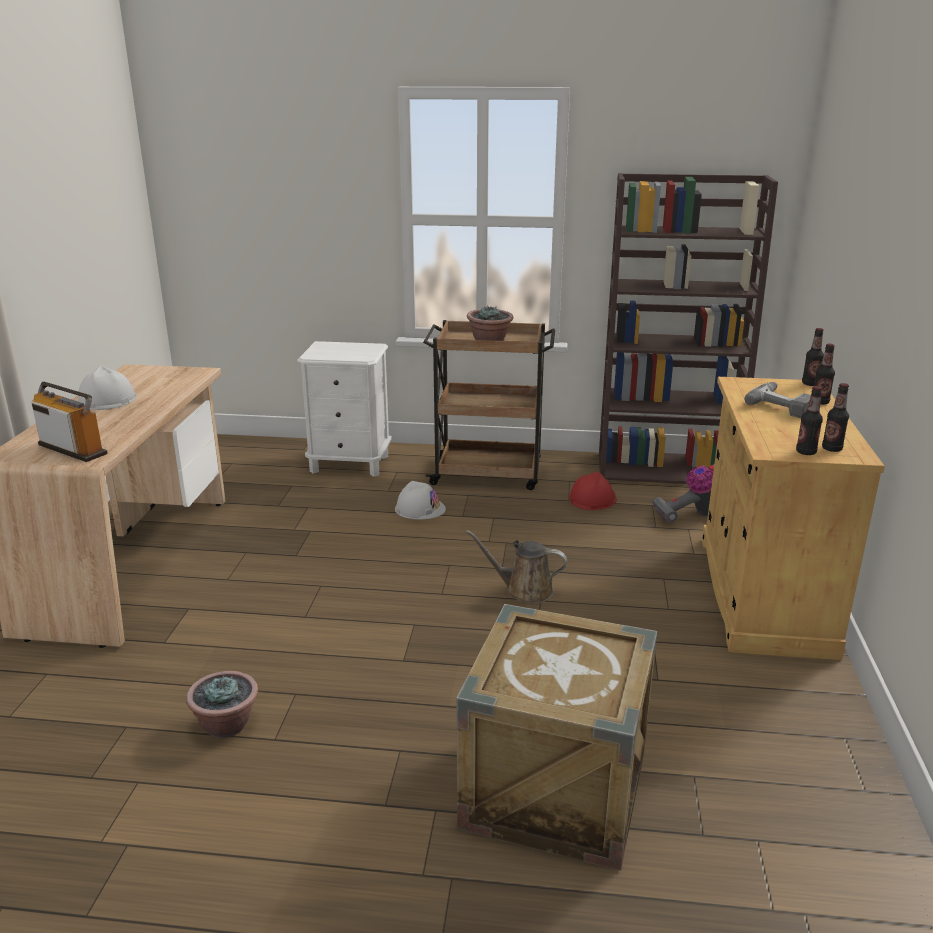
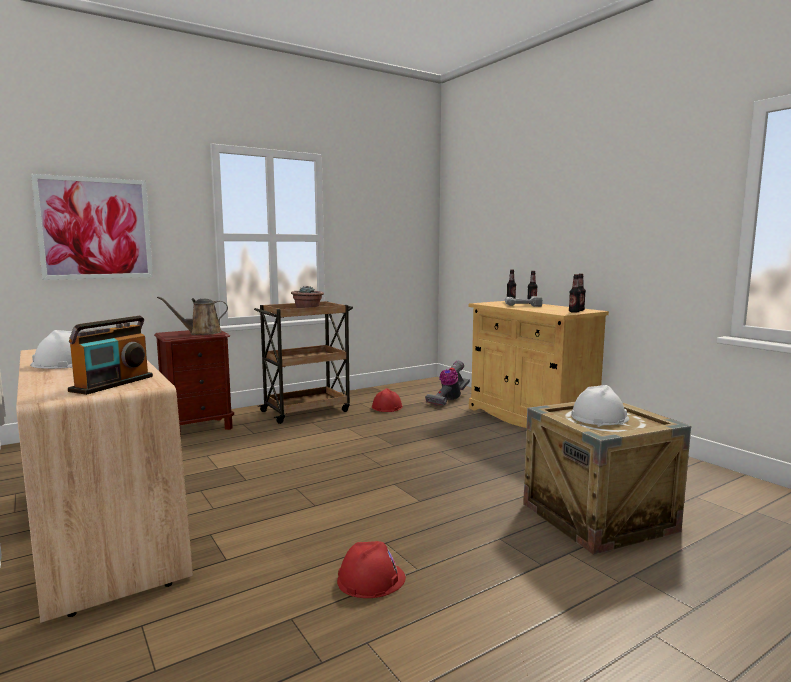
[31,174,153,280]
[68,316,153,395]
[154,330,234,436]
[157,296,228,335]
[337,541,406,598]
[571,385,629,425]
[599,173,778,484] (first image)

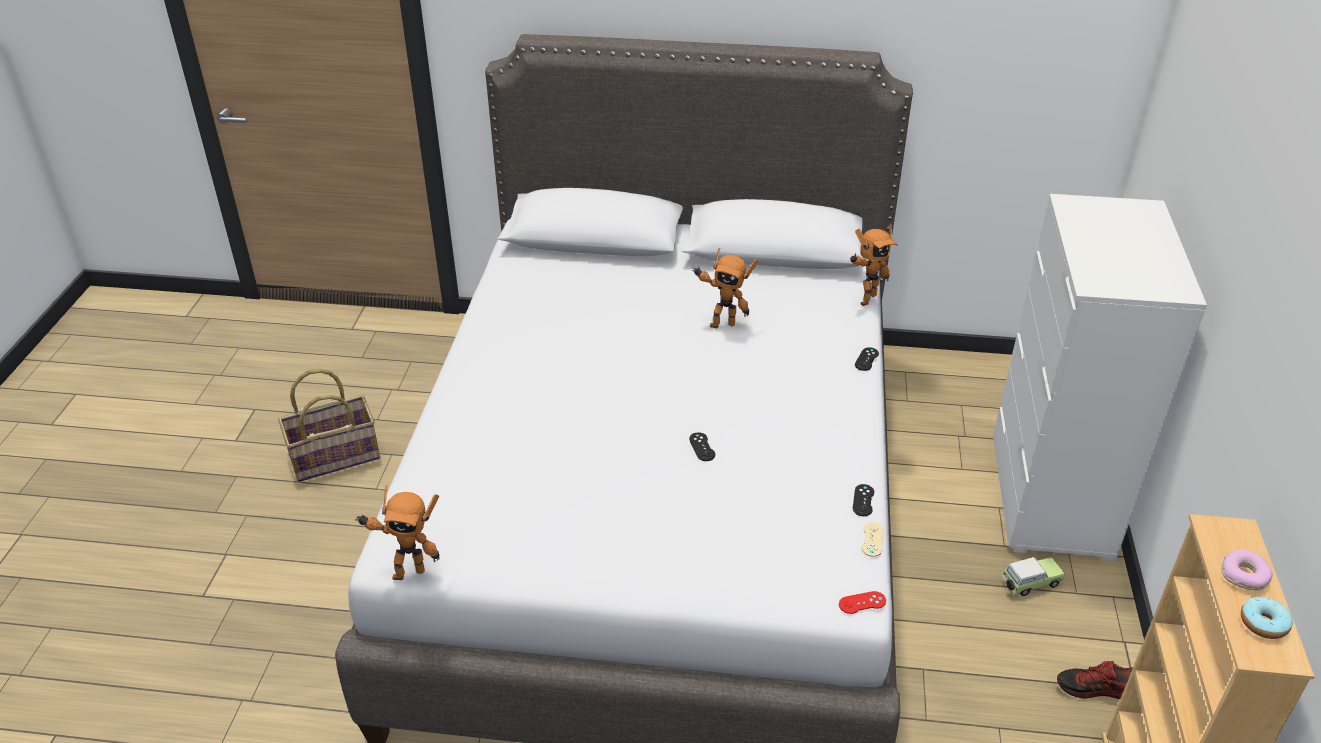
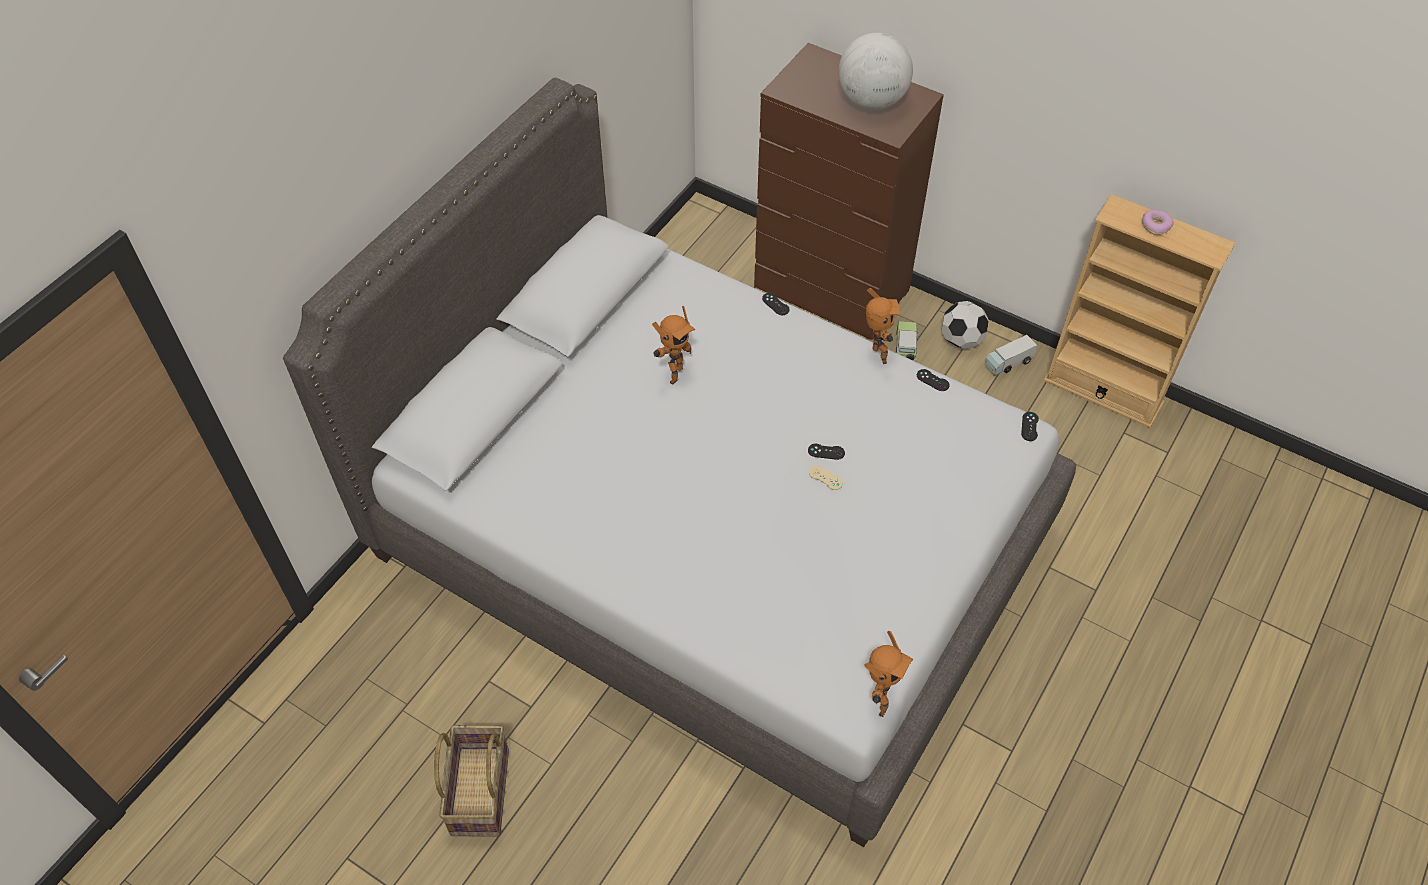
[754,43,944,340]
[809,465,843,490]
[838,33,913,110]
[866,288,900,364]
[941,301,989,349]
[984,335,1037,376]
[1021,412,1039,441]
[1241,597,1293,639] (first image)

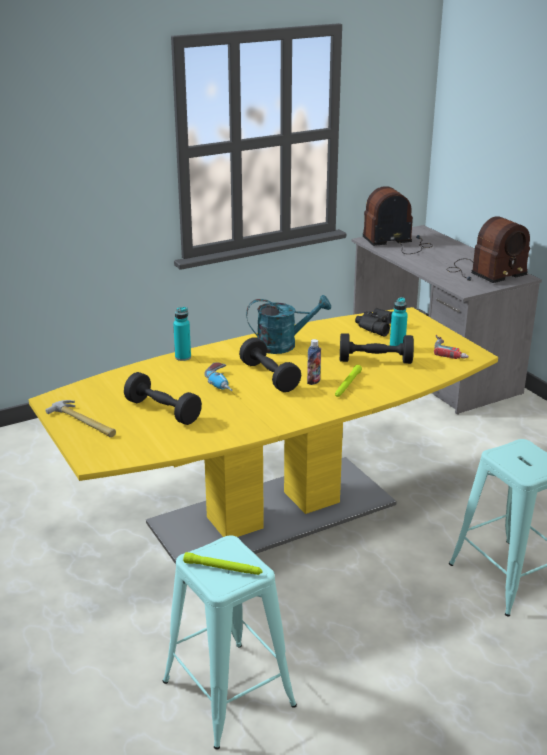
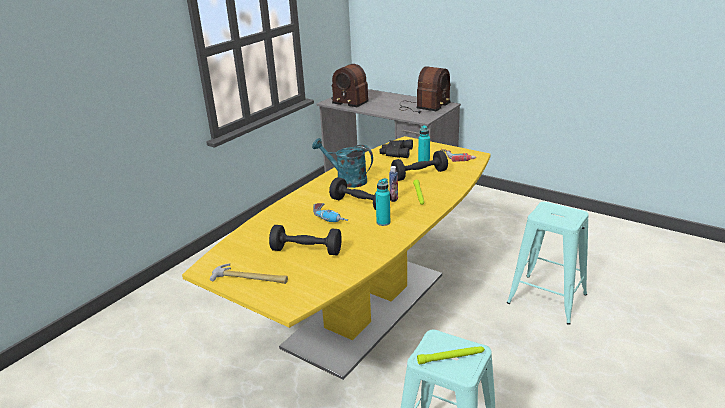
[312,138,373,188]
[331,64,369,107]
[376,178,390,226]

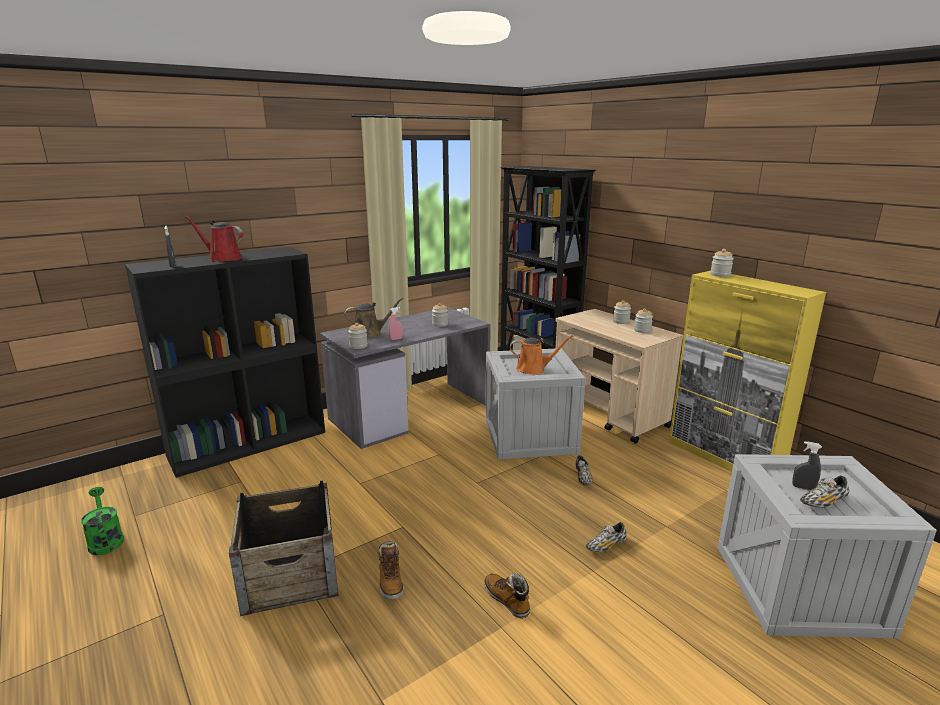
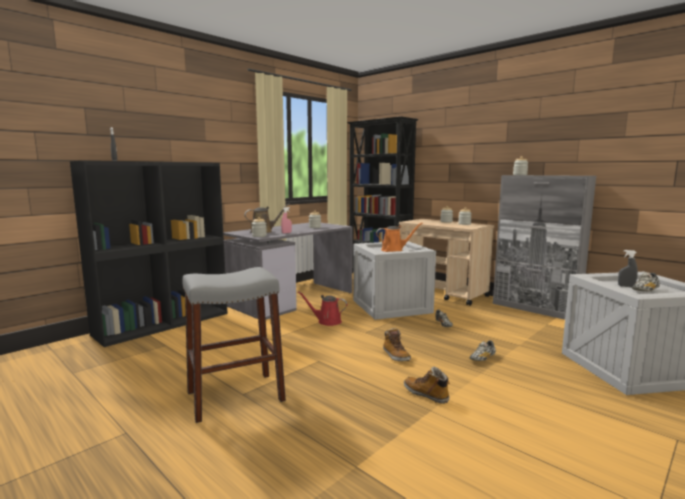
[182,267,286,423]
[298,291,347,326]
[383,328,411,361]
[493,175,596,320]
[81,487,124,555] (first image)

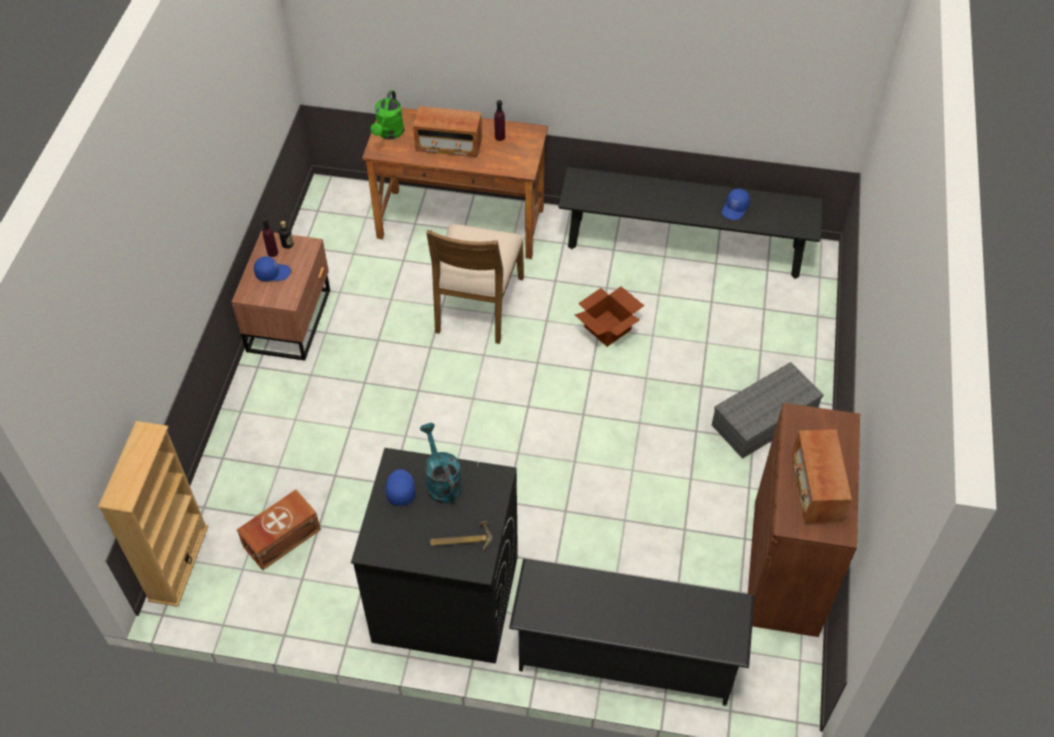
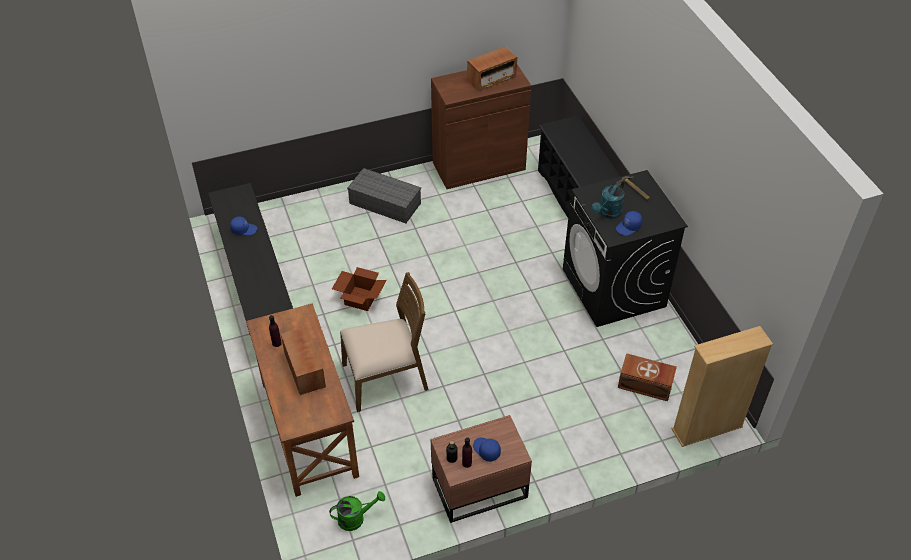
[329,491,385,531]

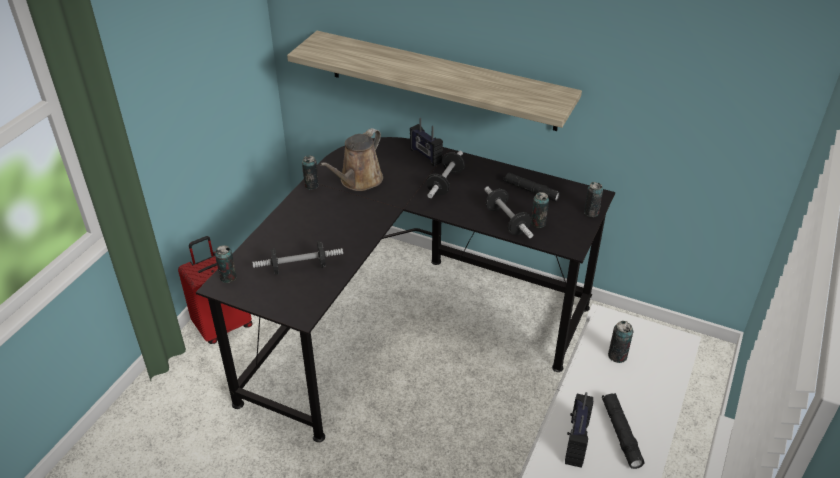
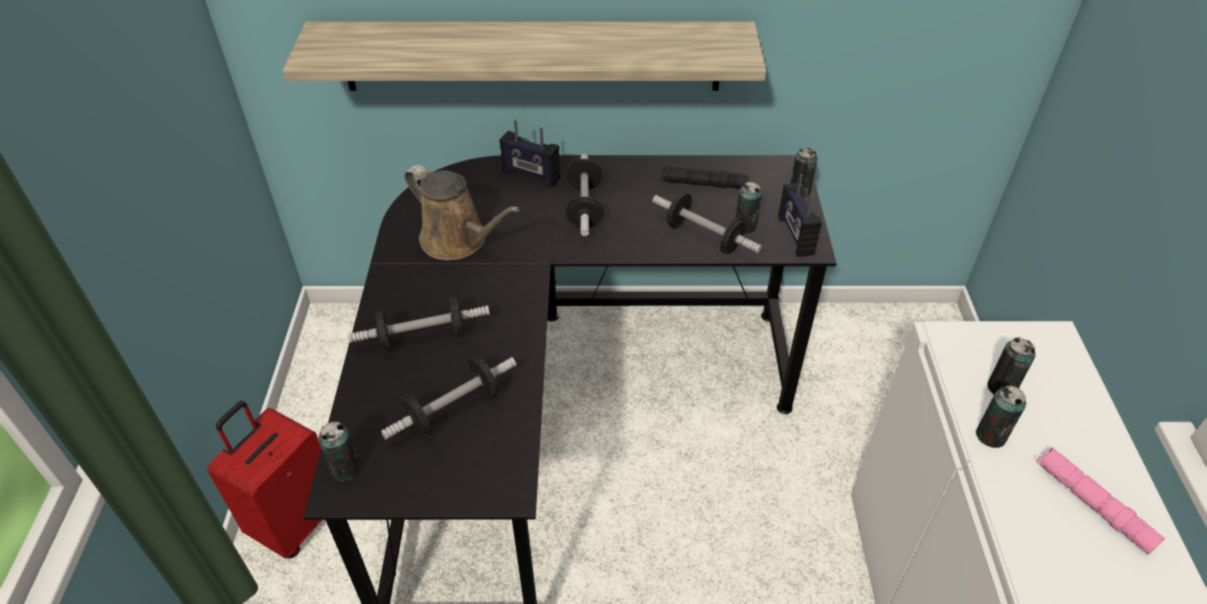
[348,296,490,352]
[404,165,520,260]
[778,174,822,257]
[976,385,1026,448]
[1036,447,1165,555]

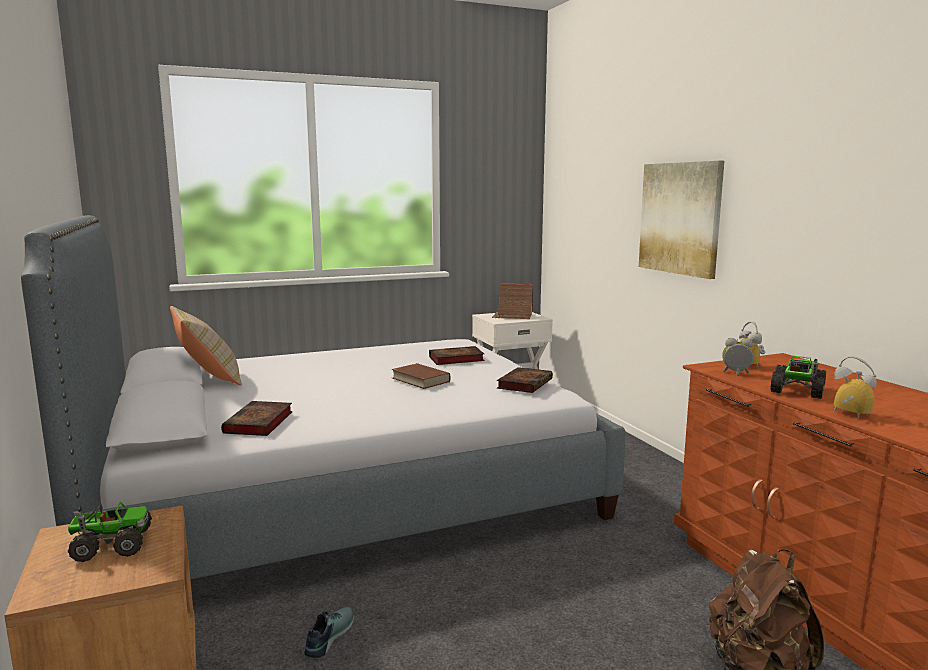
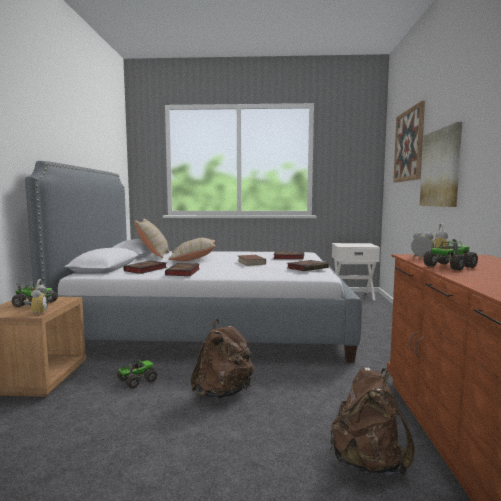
[24,279,48,315]
[117,359,158,389]
[165,263,200,276]
[168,238,216,262]
[190,319,255,399]
[393,101,425,183]
[492,283,533,319] (first image)

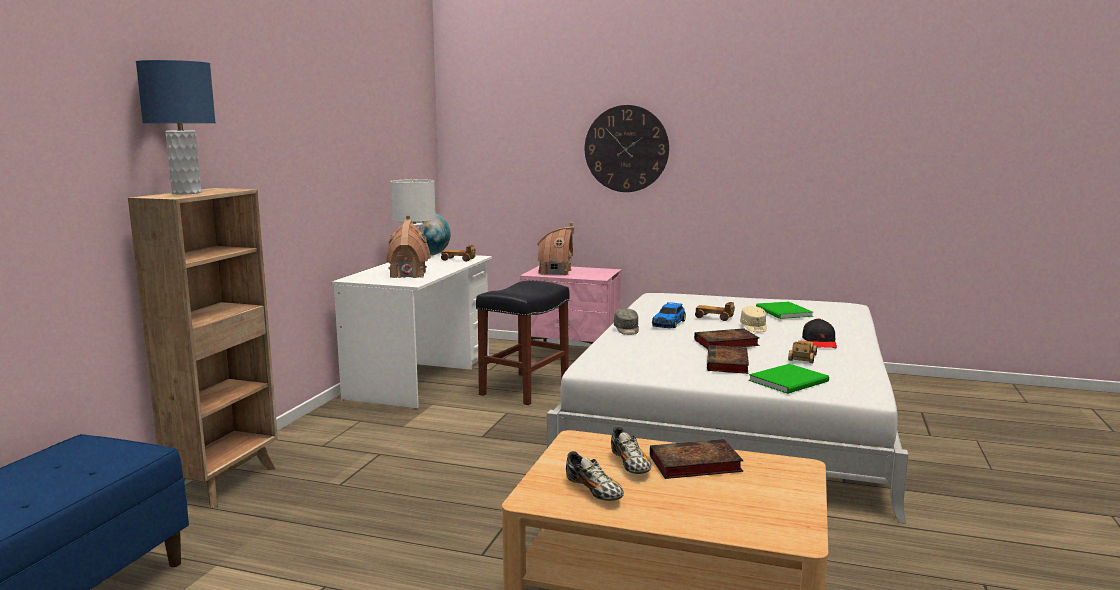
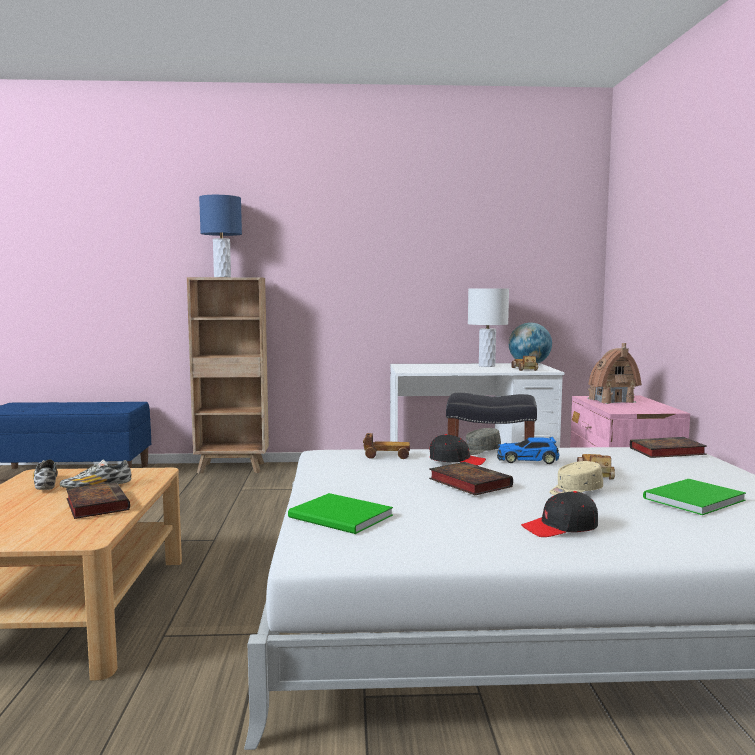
[33,459,58,490]
[363,433,410,459]
[429,434,486,465]
[630,437,707,458]
[386,215,431,278] (first image)
[585,105,669,192] (first image)

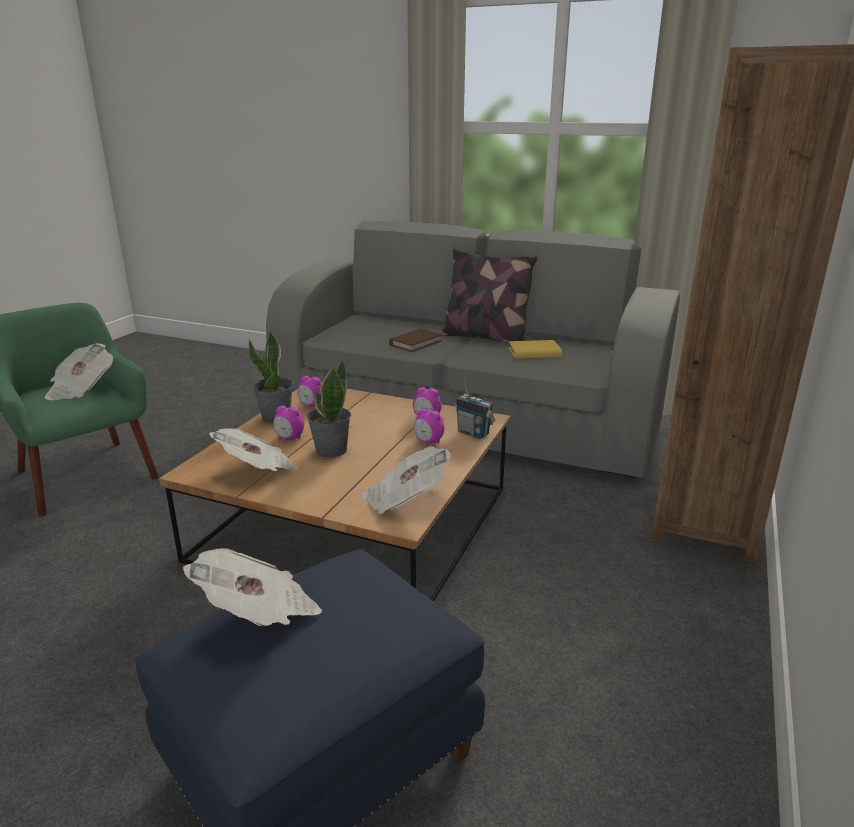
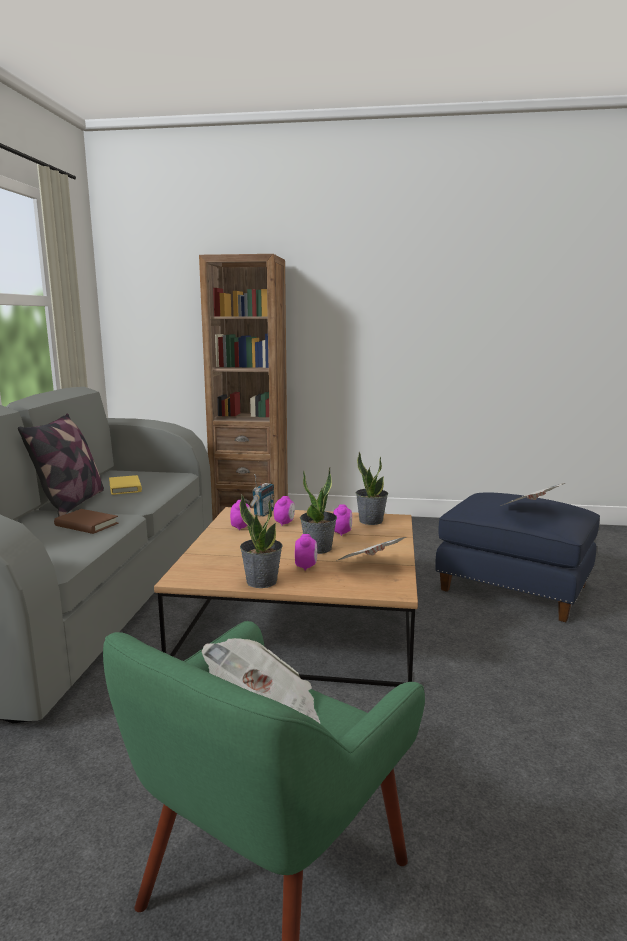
[333,504,352,536]
[356,452,388,525]

